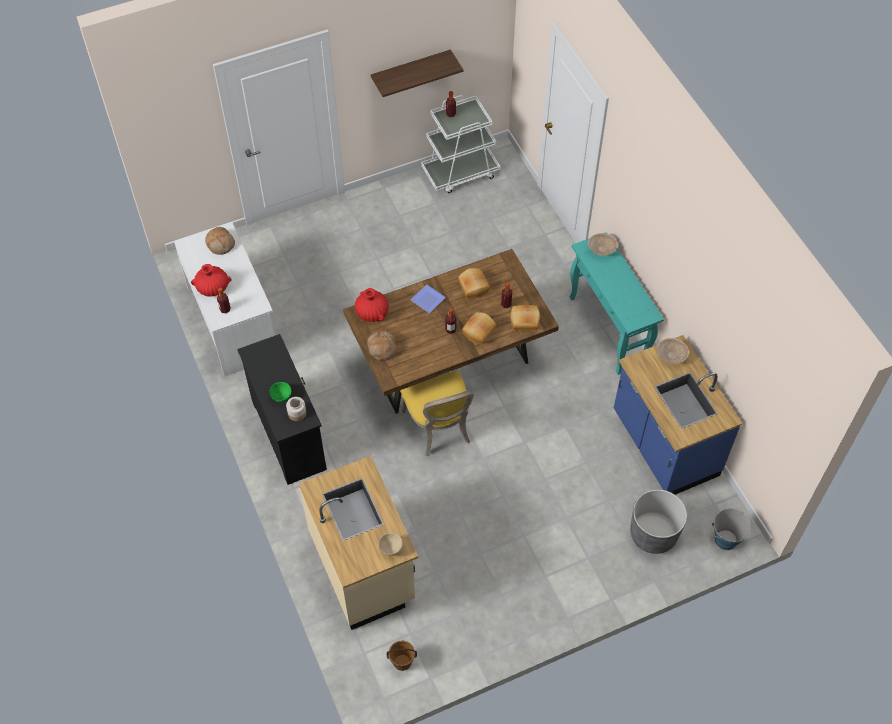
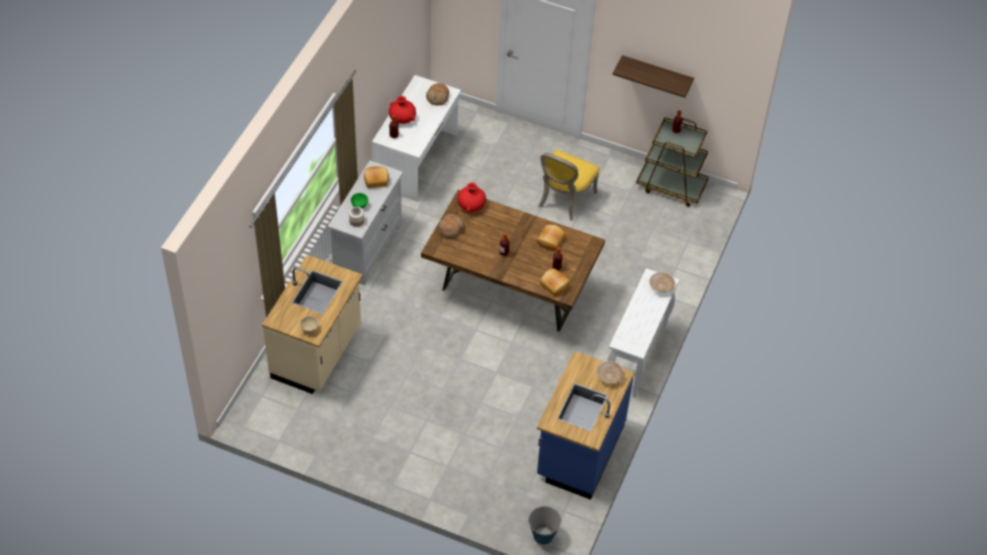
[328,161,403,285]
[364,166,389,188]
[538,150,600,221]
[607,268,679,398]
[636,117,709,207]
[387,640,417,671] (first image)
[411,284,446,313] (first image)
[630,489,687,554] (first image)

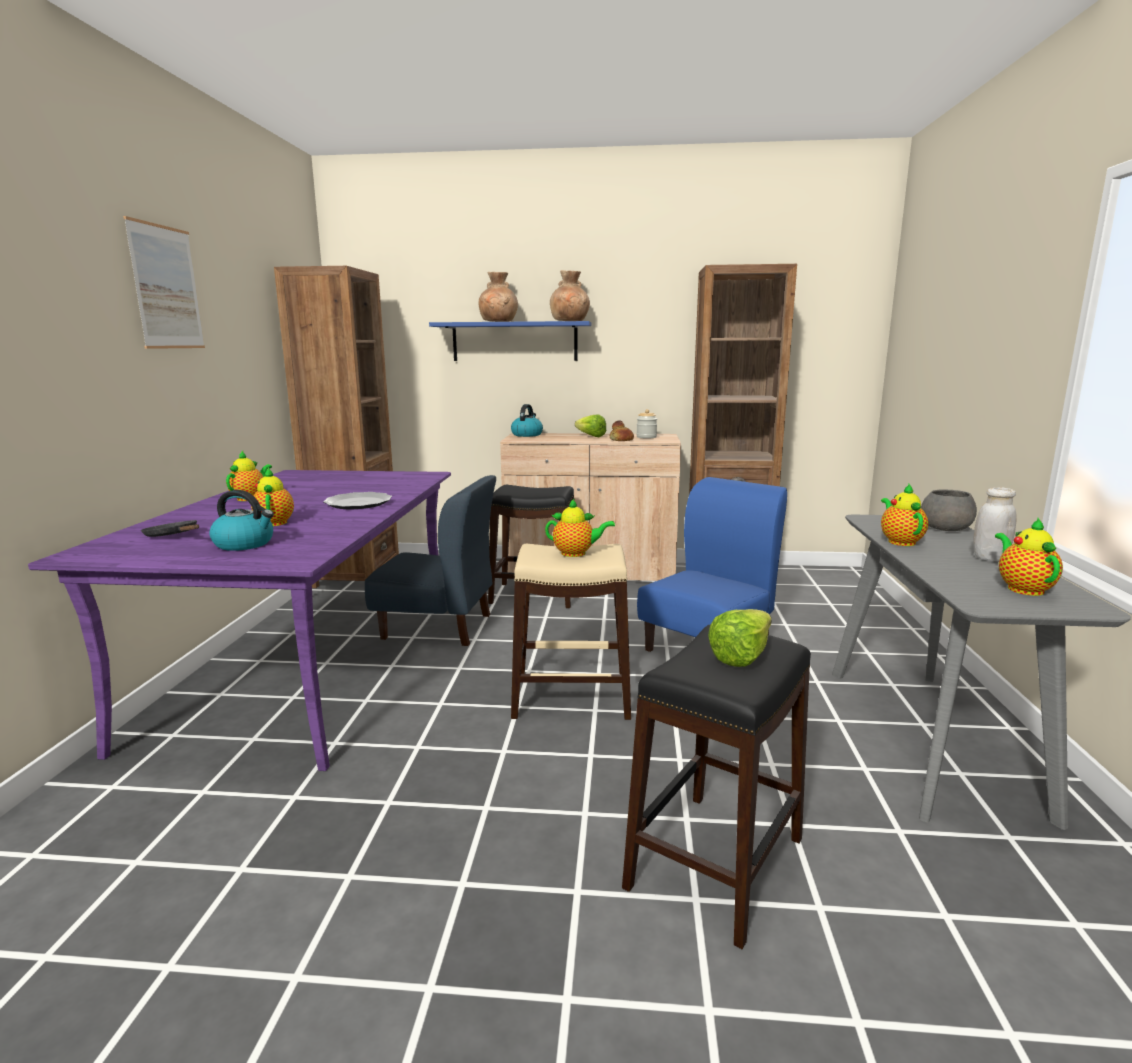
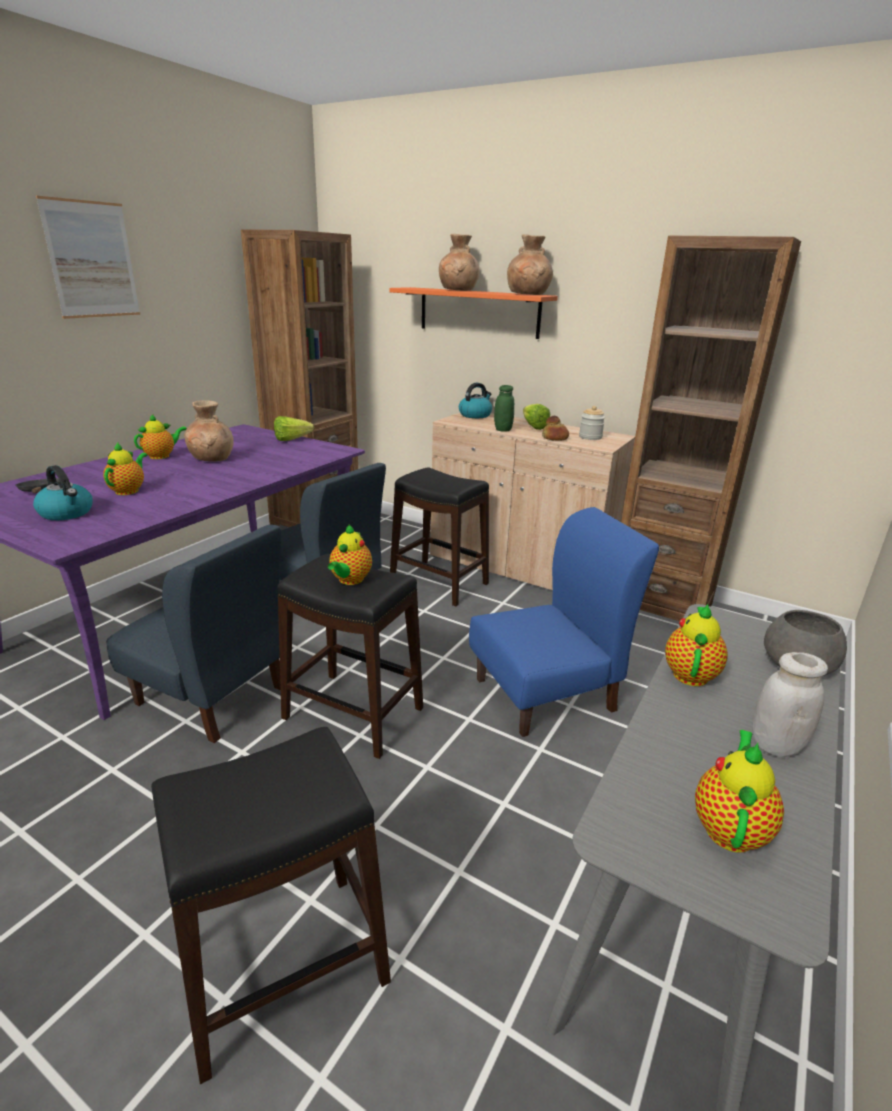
[106,524,281,743]
[184,400,234,462]
[274,416,314,441]
[277,554,423,759]
[328,524,372,585]
[389,287,558,339]
[494,385,514,432]
[323,492,392,509] (first image)

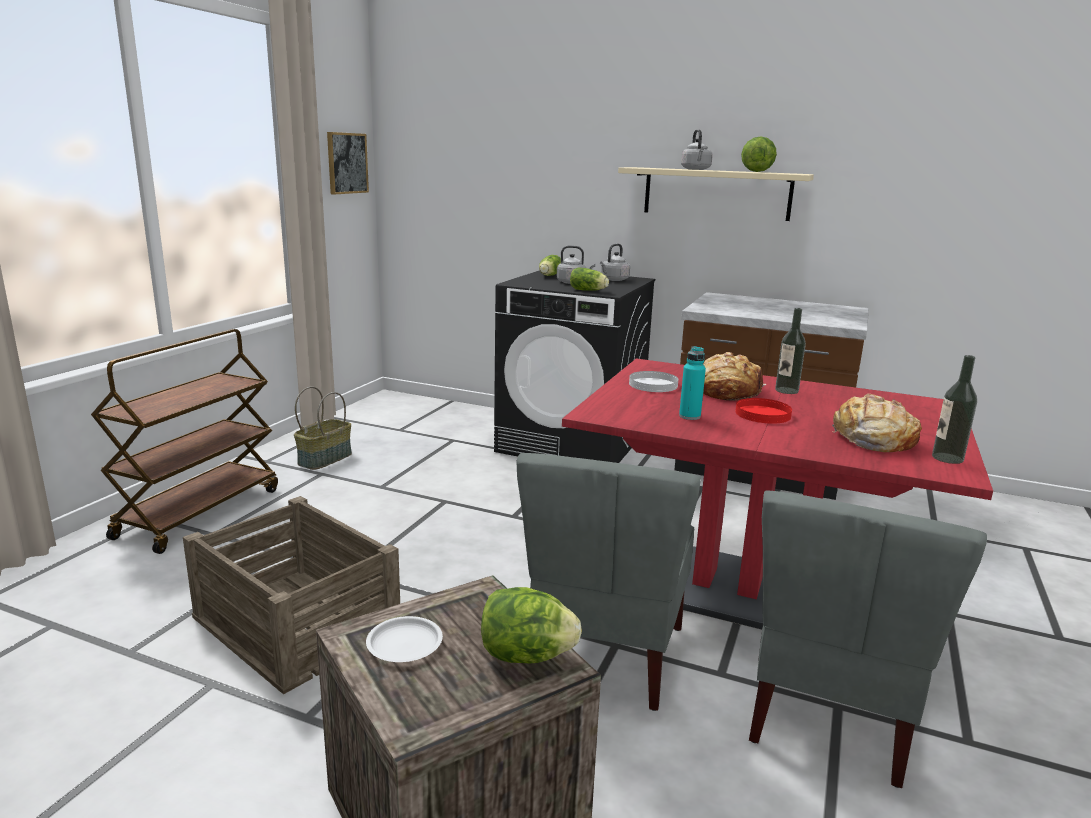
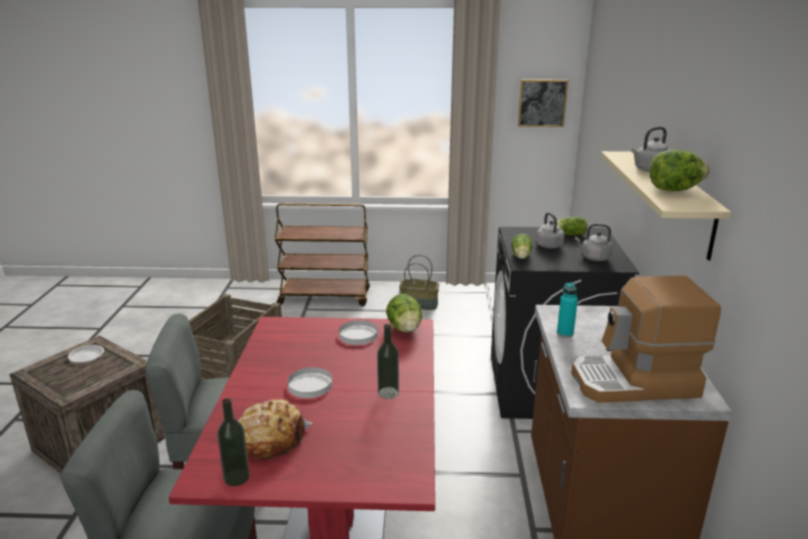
[287,367,333,398]
[386,294,422,332]
[557,282,578,337]
[571,276,721,403]
[703,352,766,401] (first image)

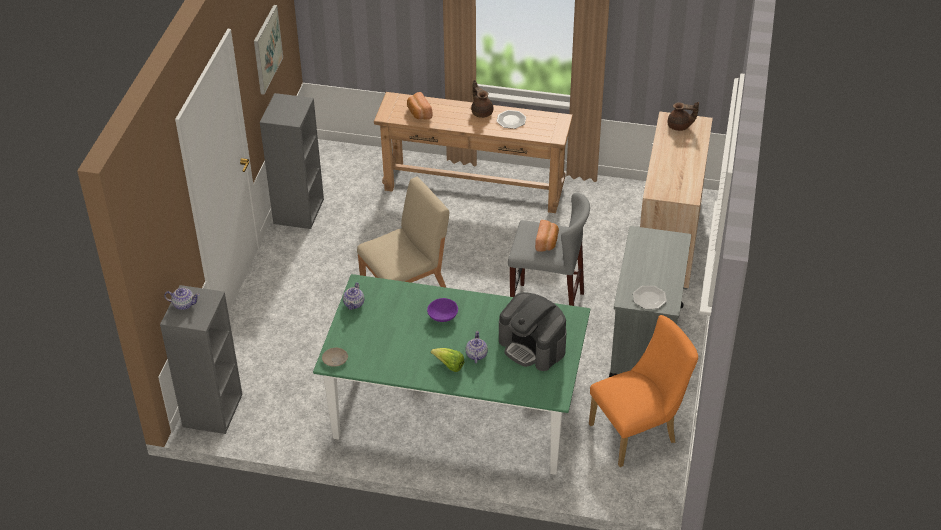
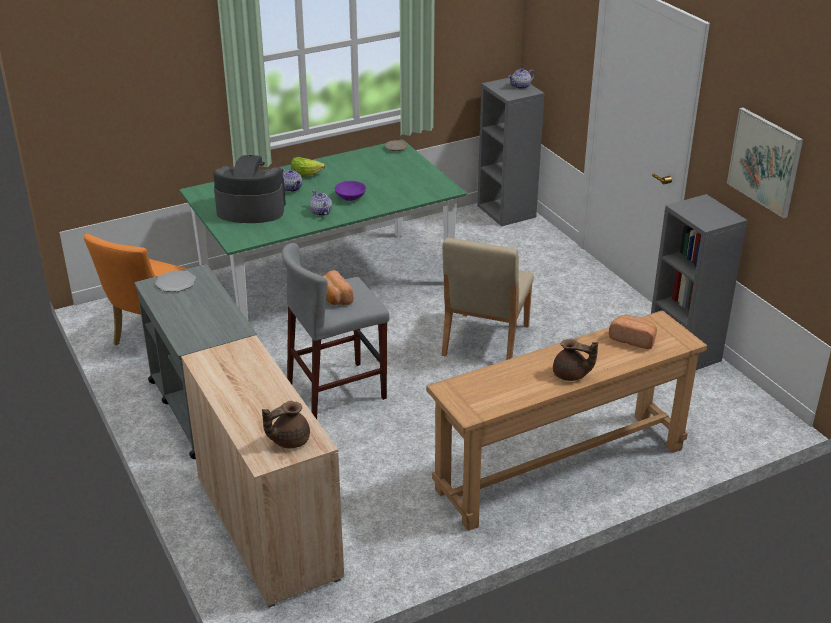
[309,190,332,216]
[497,110,526,129] (first image)

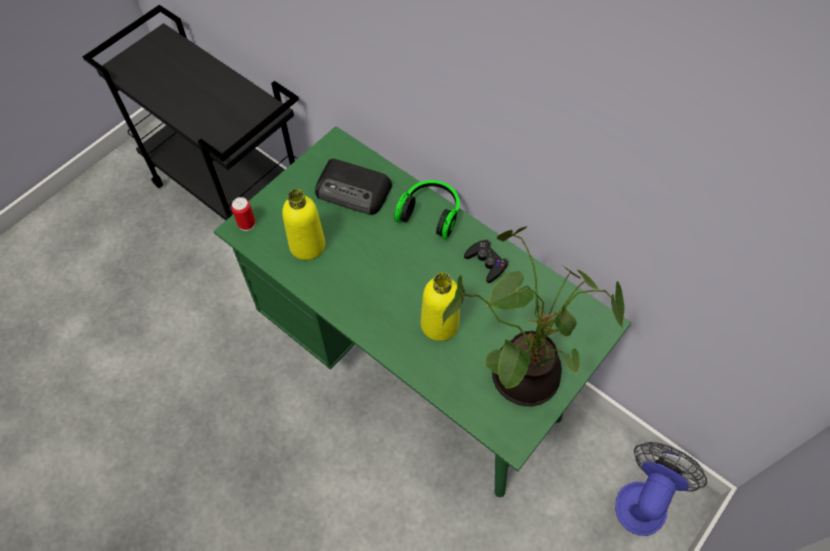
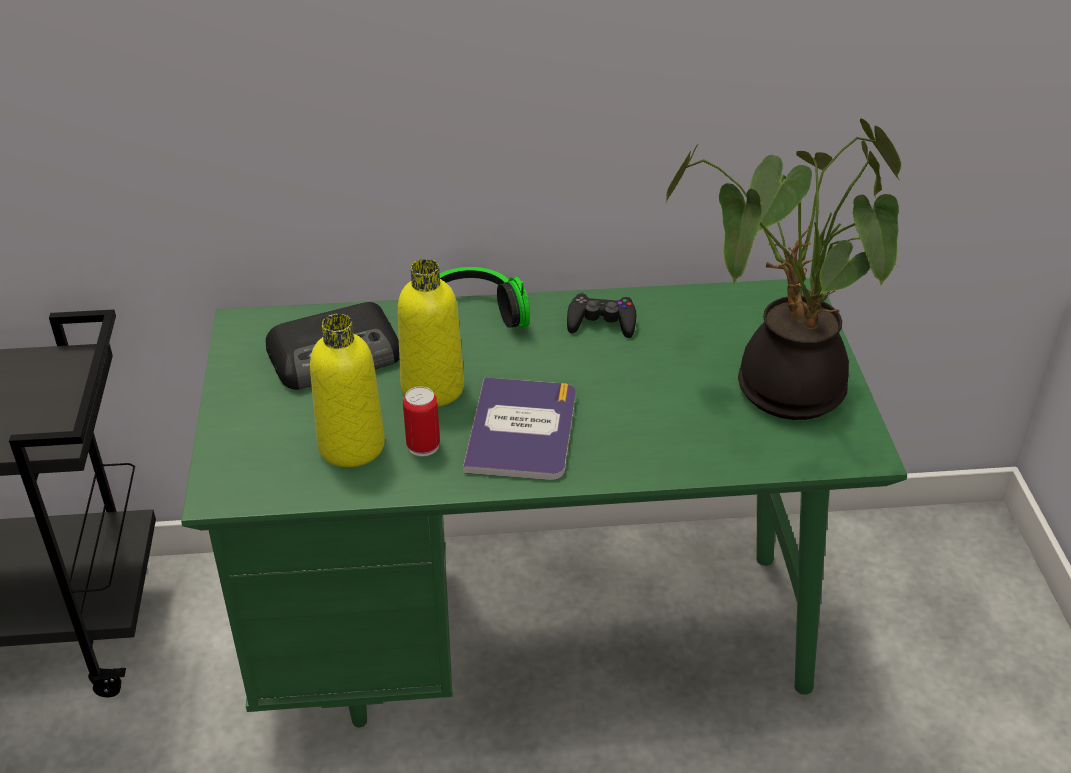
[397,259,464,407]
[403,386,440,457]
[463,377,576,480]
[615,442,707,536] (first image)

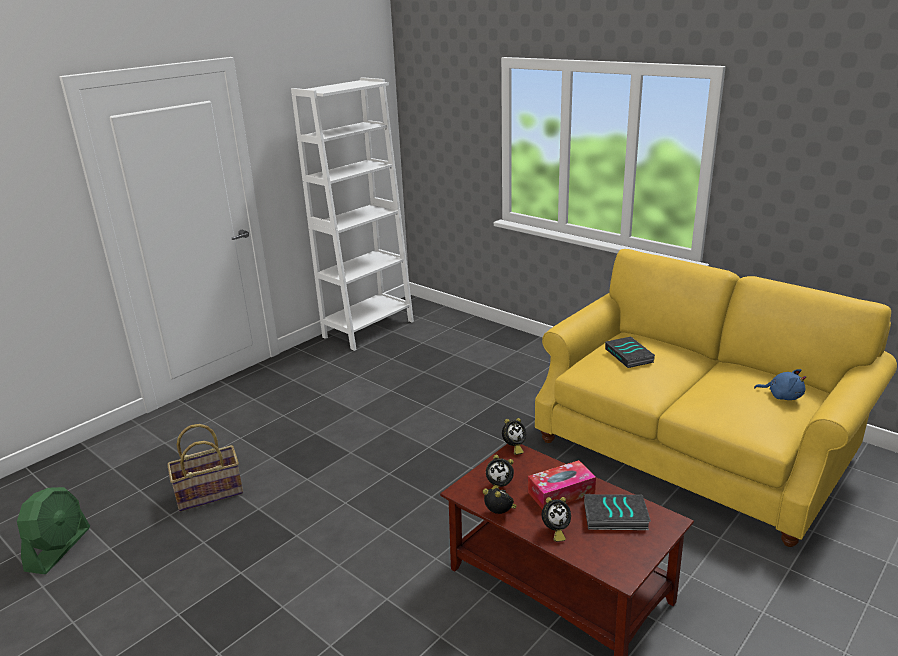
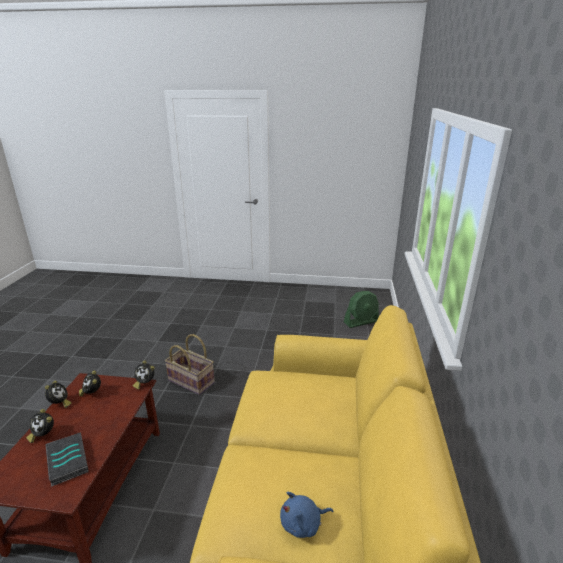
[165,334,215,395]
[280,492,333,538]
[344,291,379,328]
[291,77,414,351] (first image)
[528,460,596,509] (first image)
[605,337,655,368] (first image)

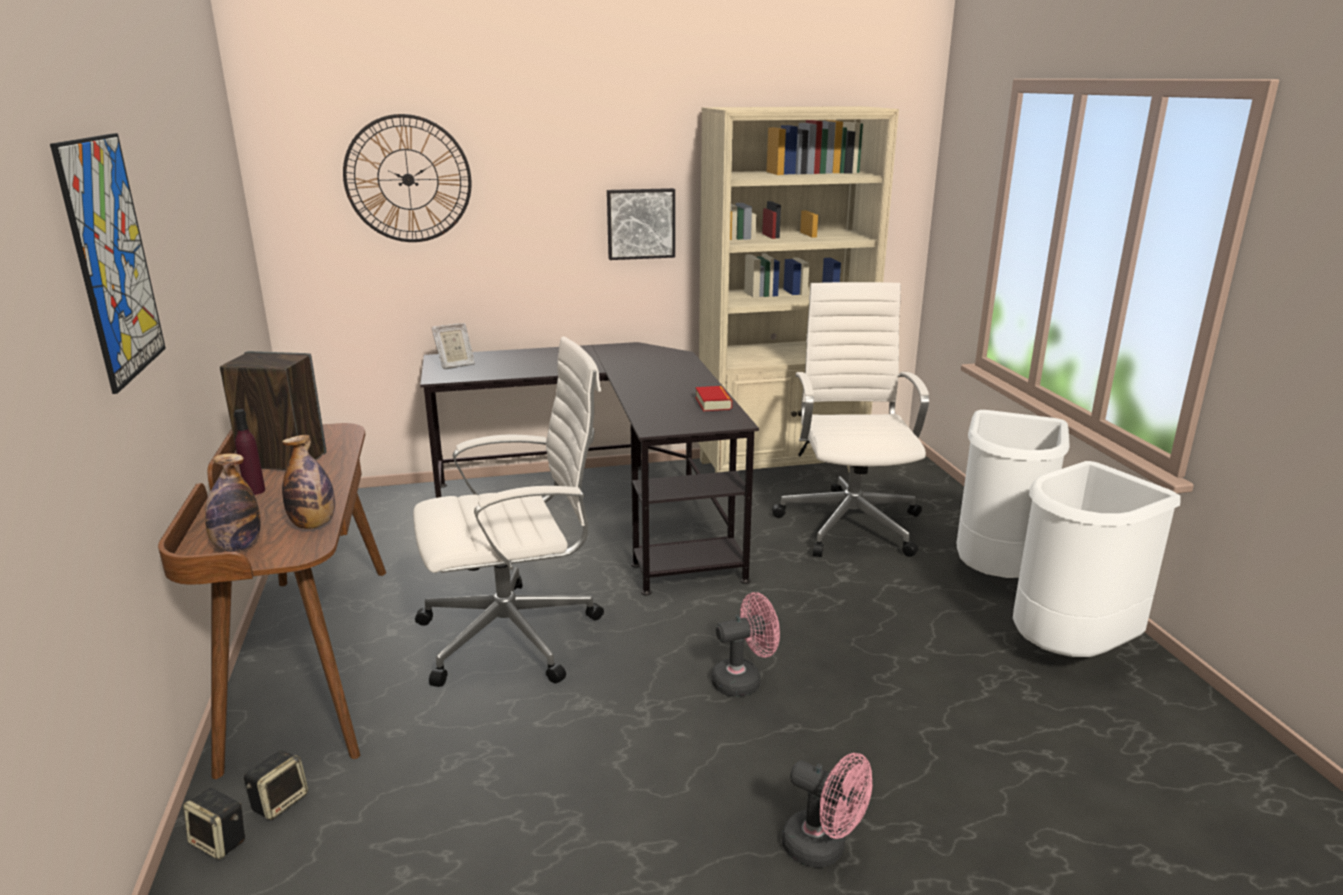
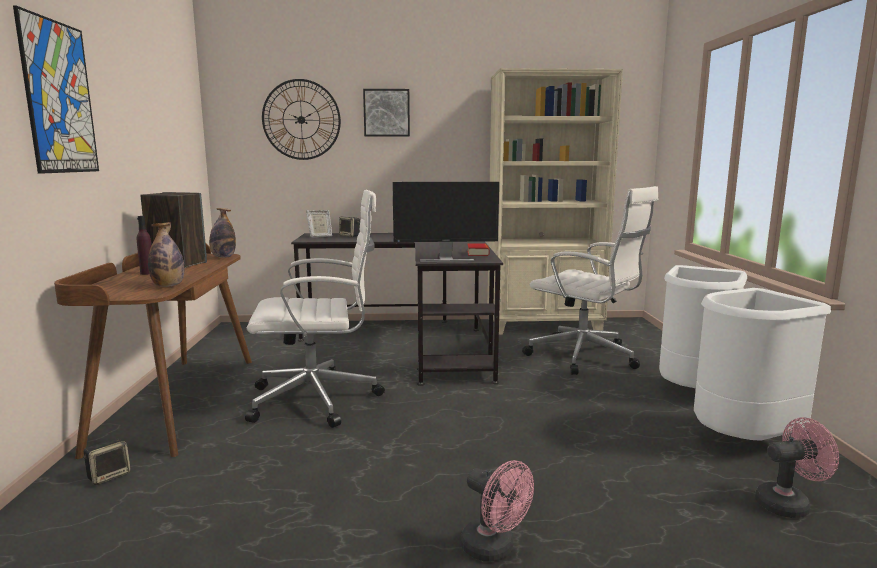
[209,208,236,258]
[339,216,360,237]
[363,89,410,137]
[392,182,499,262]
[522,186,658,375]
[755,417,839,518]

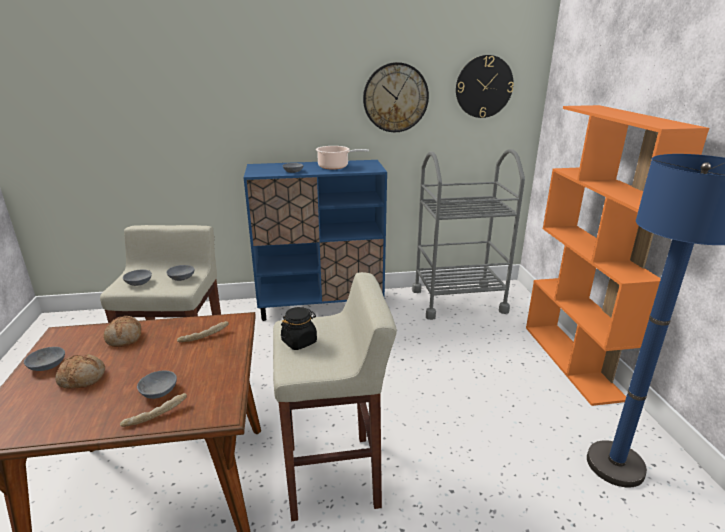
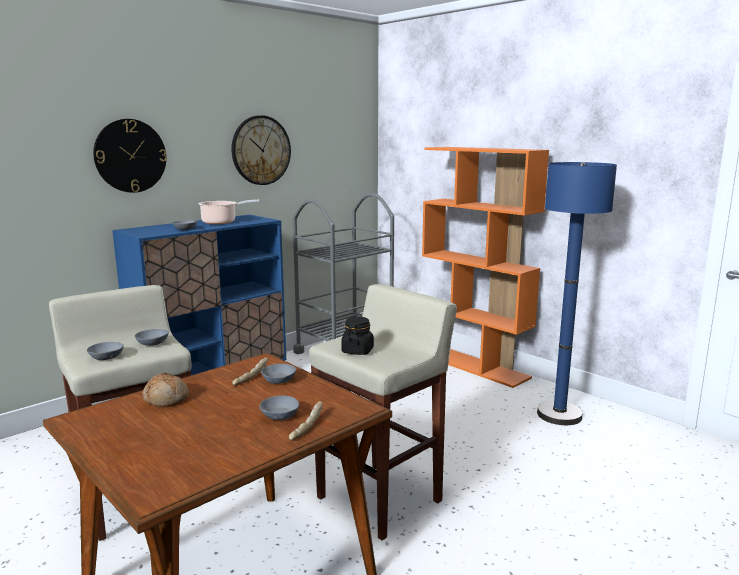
[93,119,167,193]
[261,364,296,384]
[55,354,105,389] (first image)

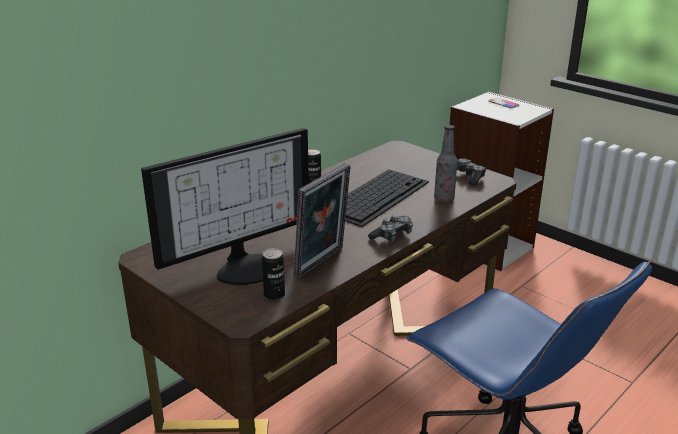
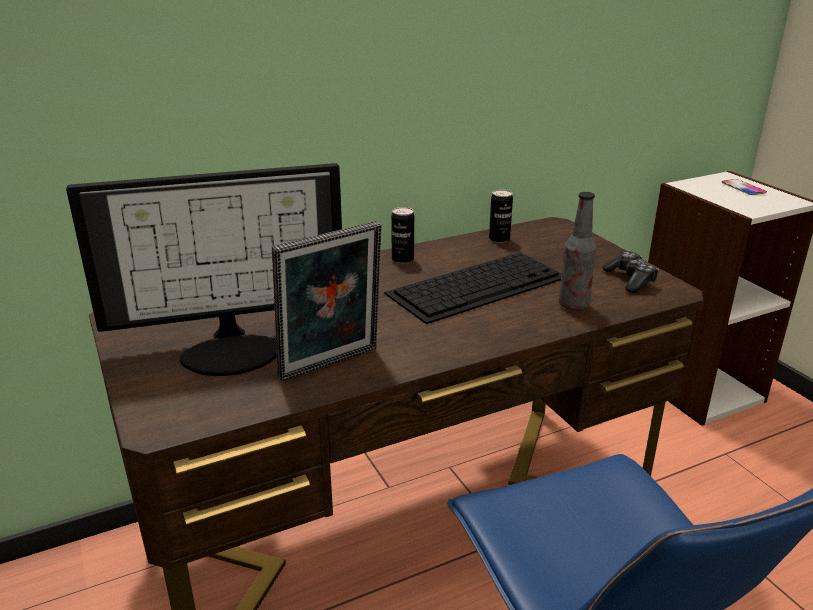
[489,189,513,243]
[368,215,413,242] (first image)

